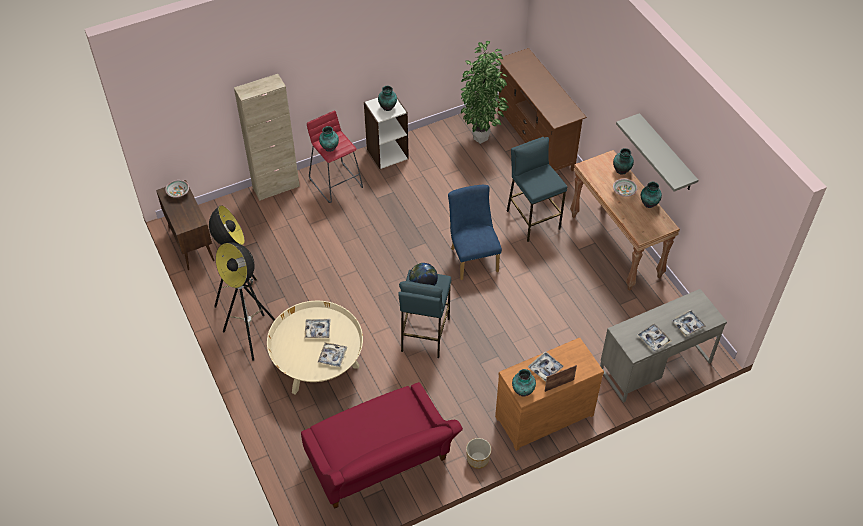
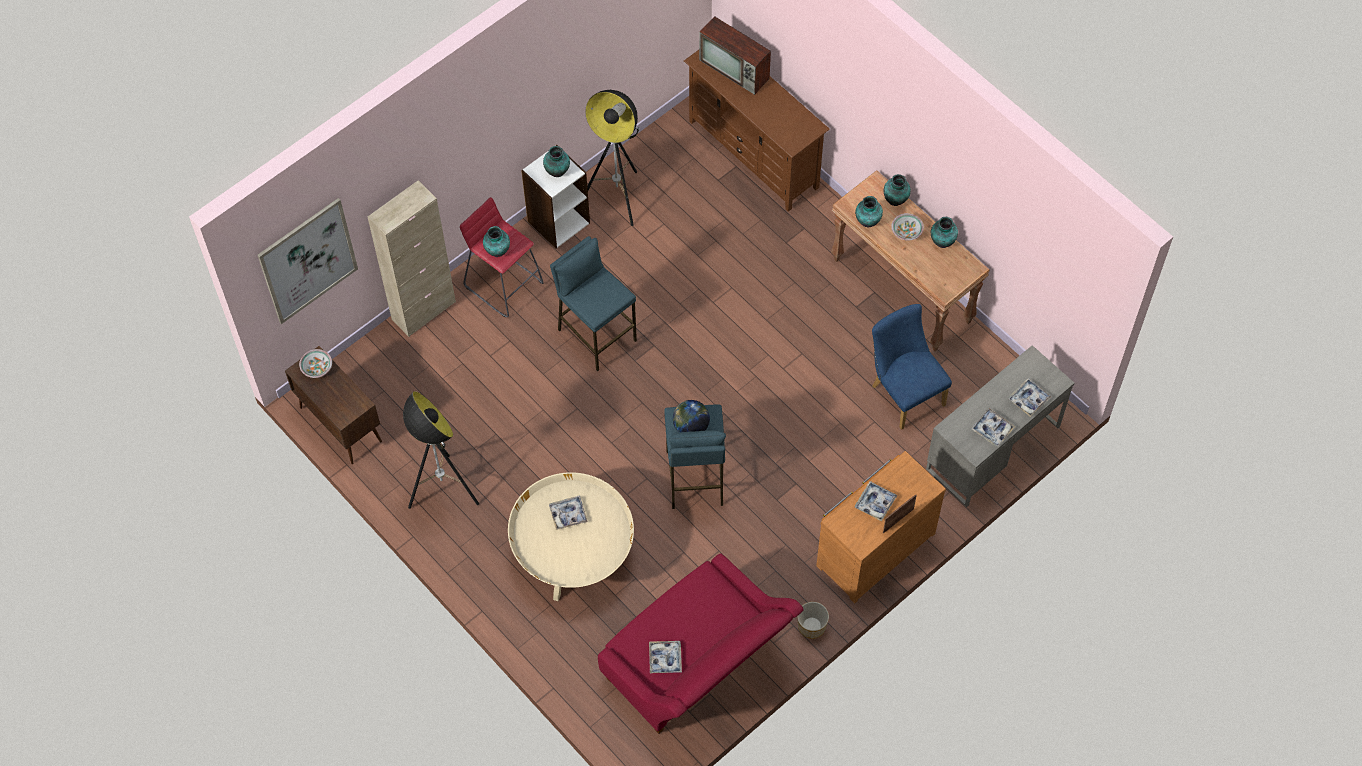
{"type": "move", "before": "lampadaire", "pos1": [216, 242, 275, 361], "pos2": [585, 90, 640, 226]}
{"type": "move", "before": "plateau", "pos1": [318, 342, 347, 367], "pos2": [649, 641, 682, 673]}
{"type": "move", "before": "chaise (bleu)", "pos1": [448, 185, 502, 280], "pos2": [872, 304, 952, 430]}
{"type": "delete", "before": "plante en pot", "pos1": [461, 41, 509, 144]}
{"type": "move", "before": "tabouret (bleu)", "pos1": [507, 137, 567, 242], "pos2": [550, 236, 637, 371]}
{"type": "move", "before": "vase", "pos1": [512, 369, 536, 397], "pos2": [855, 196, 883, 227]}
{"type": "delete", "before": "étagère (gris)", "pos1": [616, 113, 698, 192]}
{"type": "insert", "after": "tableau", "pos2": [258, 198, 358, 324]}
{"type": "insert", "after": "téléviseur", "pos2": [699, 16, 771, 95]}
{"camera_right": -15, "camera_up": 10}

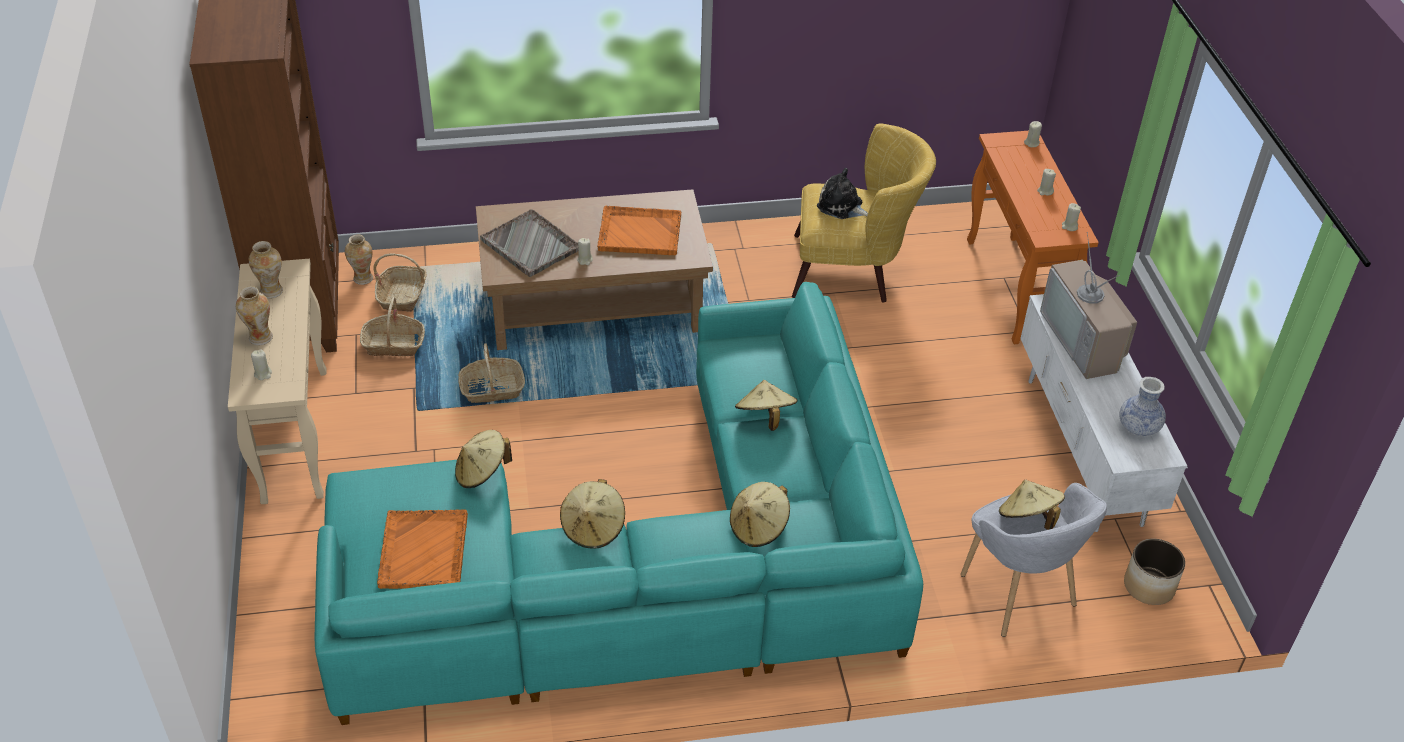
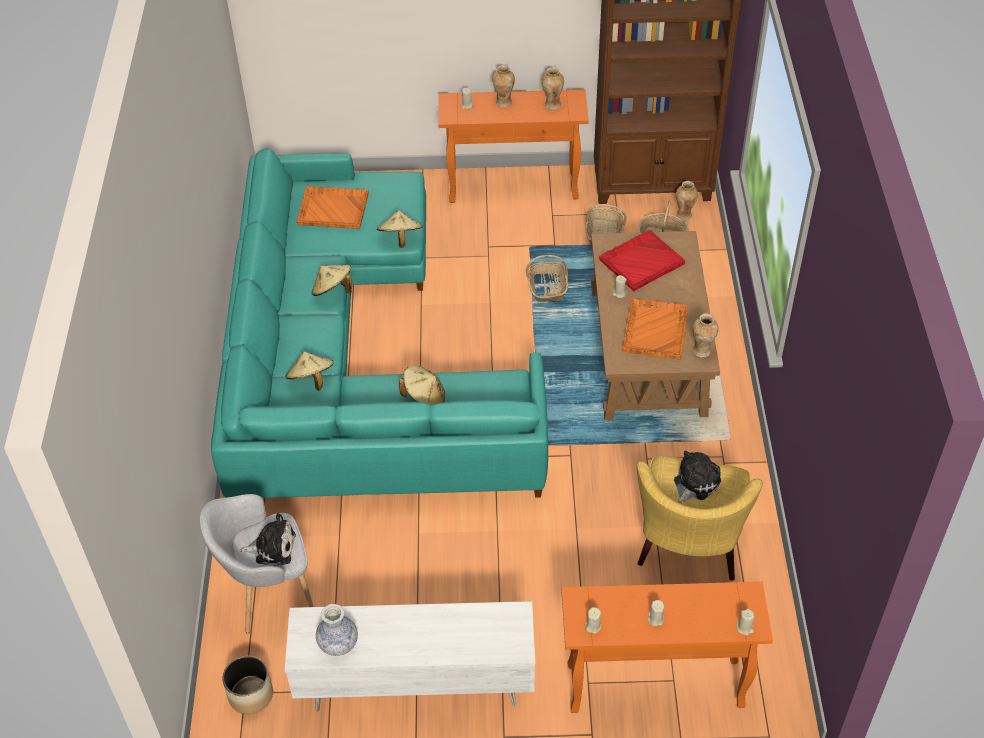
{"type": "recolor", "before": "table console (beige)", "after": "table console (orange)", "pos1": [228, 259, 327, 504], "pos2": [438, 89, 589, 203]}
{"type": "recolor", "before": "plateau (gris)", "after": "plateau (rouge)", "pos1": [480, 209, 578, 277], "pos2": [599, 230, 685, 291]}
{"type": "replace", "before": "chapeau (beige)", "after": "peluche", "pos1": [999, 480, 1065, 530], "pos2": [240, 513, 296, 566]}
{"type": "delete", "before": "téléviseur", "pos1": [1040, 232, 1137, 379]}
{"type": "insert", "after": "vase", "pos2": [692, 313, 719, 358]}
{"camera_right": 100, "camera_up": 5}

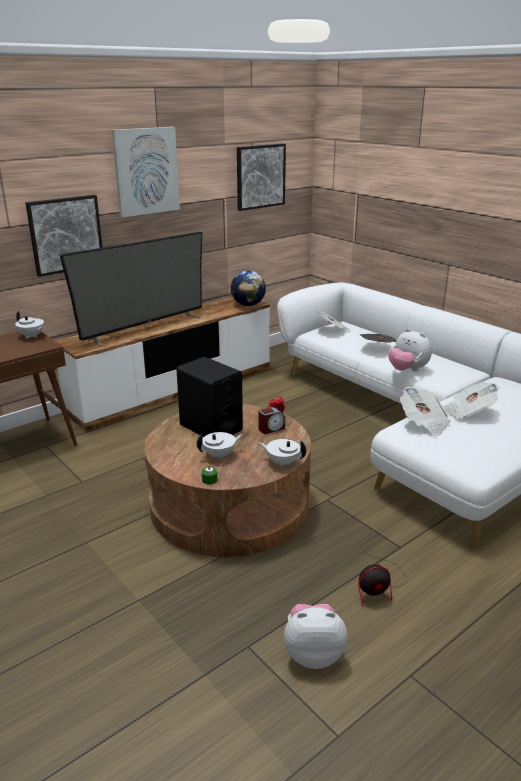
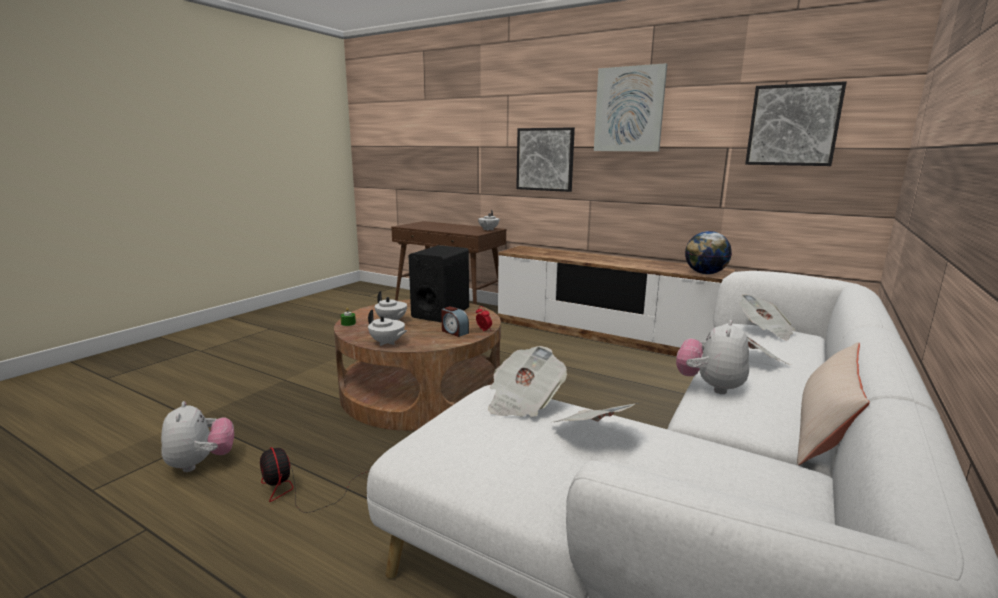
{"type": "delete", "before": "téléviseur", "pos1": [60, 232, 202, 347]}
{"type": "rotate", "before": "théière (blanc)", "pos1": [259, 439, 306, 467], "pos2": [368, 310, 408, 346], "turn": 120}
{"type": "insert", "after": "coussin (beige)", "pos2": [797, 342, 870, 465]}
{"camera_right": 70, "camera_up": -10}

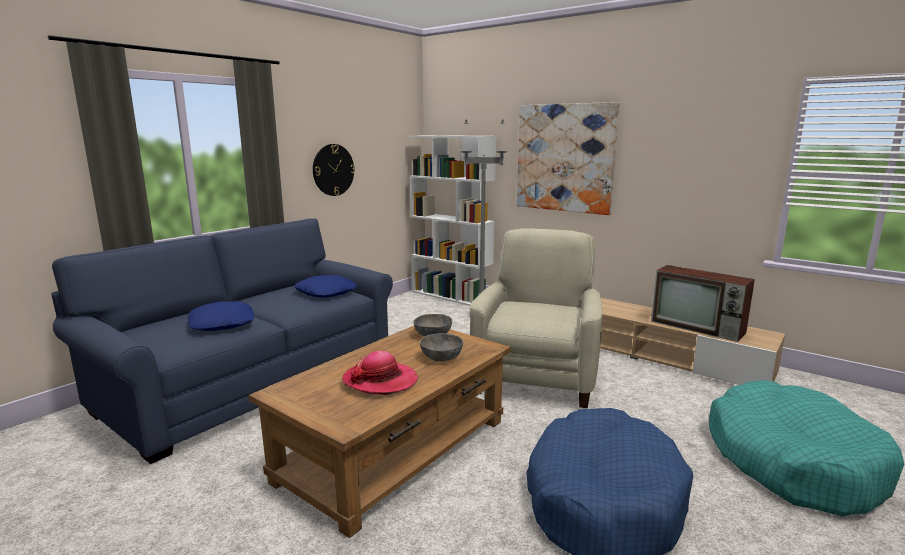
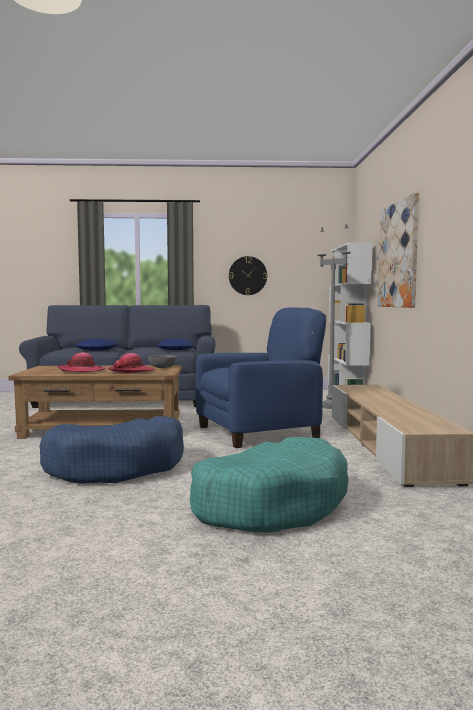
{"type": "replace", "before": "bol (gris)", "after": "chapeau", "pos1": [420, 333, 463, 361], "pos2": [108, 353, 155, 373]}
{"type": "recolor", "before": "fauteuil (beige)", "after": "fauteuil (bleu)", "pos1": [470, 228, 602, 408], "pos2": [196, 307, 326, 448]}
{"type": "delete", "before": "téléviseur", "pos1": [651, 265, 755, 342]}
{"camera_right": 50, "camera_up": -10}

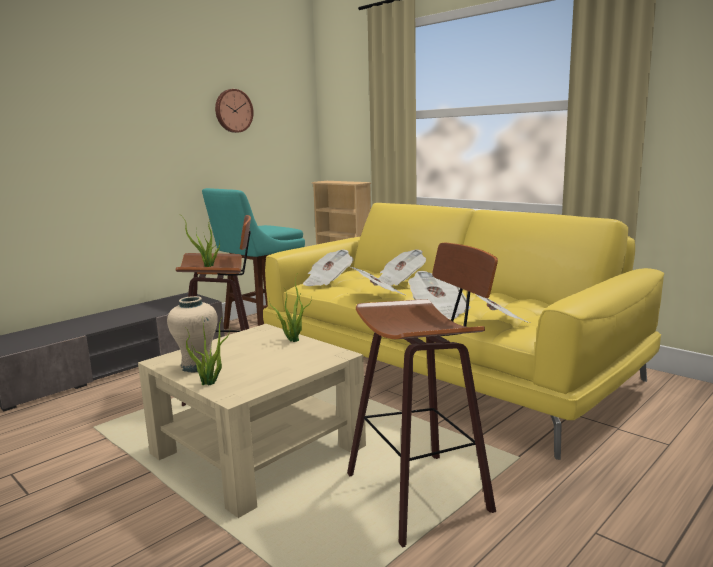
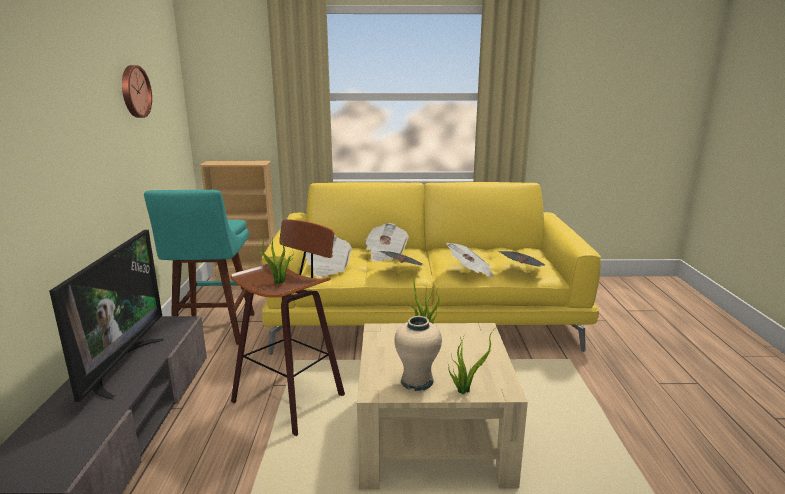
{"type": "delete", "before": "tabouret", "pos1": [347, 243, 498, 548]}
{"type": "insert", "after": "téléviseur", "pos2": [49, 230, 164, 402]}
{"camera_right": -45, "camera_up": 5}

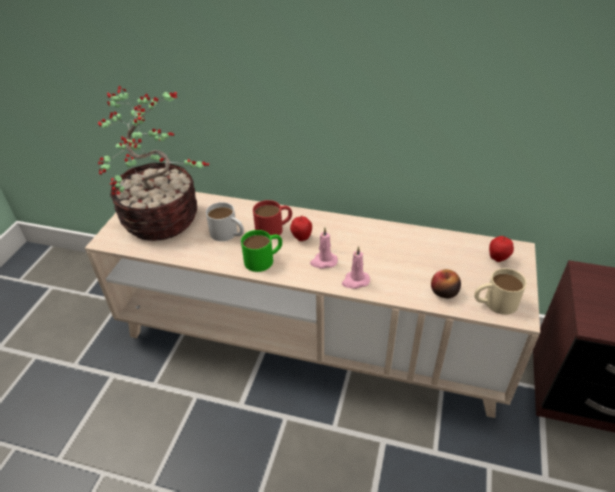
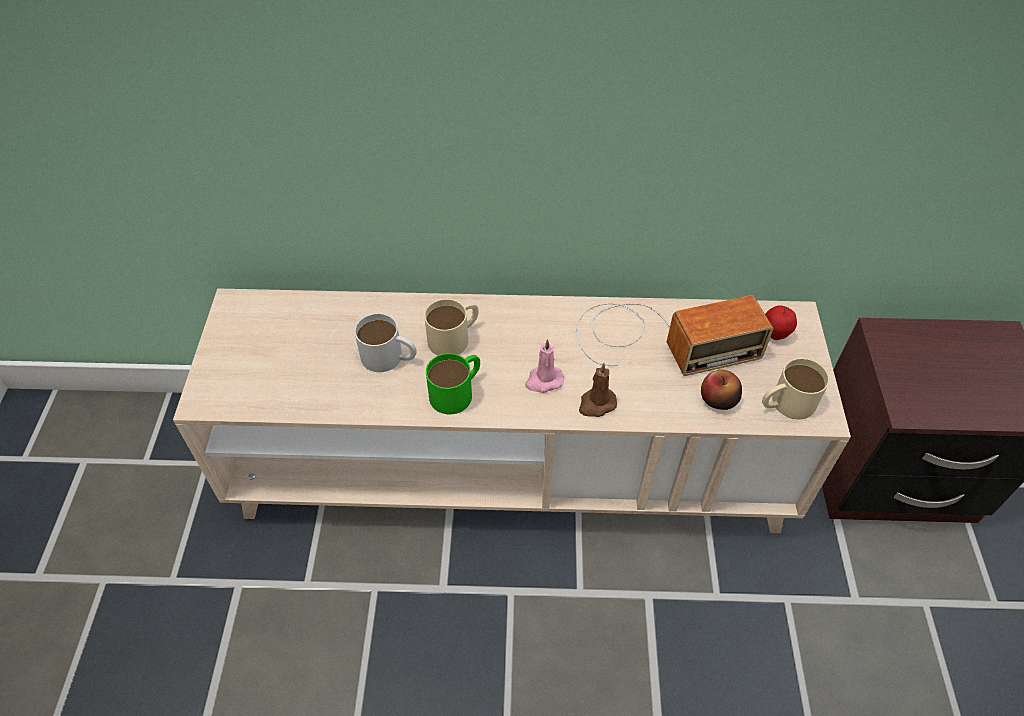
{"type": "delete", "before": "plante en pot", "pos1": [98, 86, 209, 241]}
{"type": "recolor", "before": "mug (rouge)", "after": "mug (beige)", "pos1": [253, 200, 292, 236], "pos2": [424, 299, 479, 355]}
{"type": "delete", "before": "pomme", "pos1": [290, 215, 312, 241]}
{"type": "recolor", "before": "bougie (rose)", "after": "bougie (marron)", "pos1": [342, 246, 370, 289], "pos2": [579, 363, 617, 417]}
{"type": "insert", "after": "radio", "pos2": [576, 295, 774, 376]}
{"camera_right": -15, "camera_up": 10}

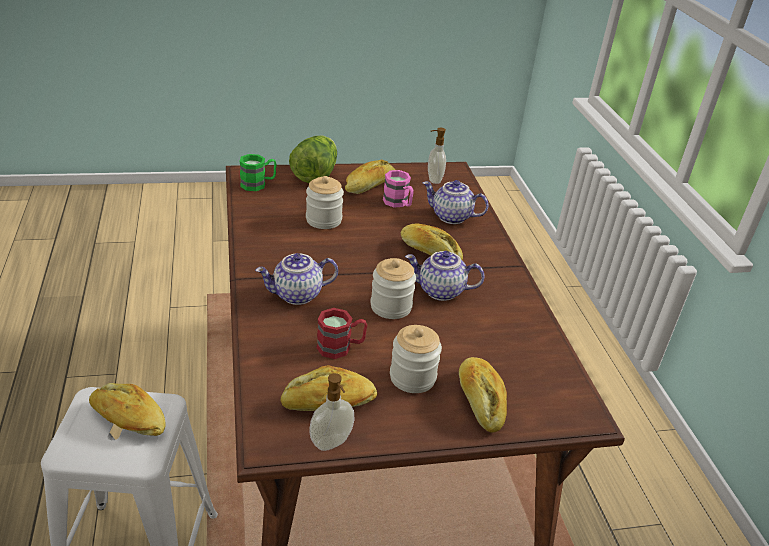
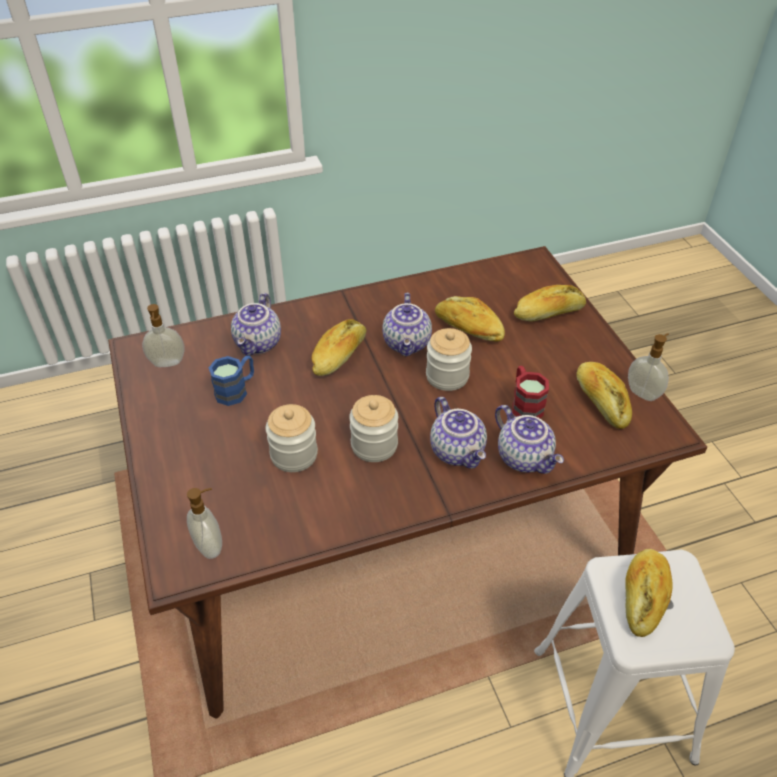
{"type": "replace", "before": "mug (vert)", "after": "distributeur de savon", "pos1": [239, 154, 277, 191], "pos2": [187, 488, 222, 559]}
{"type": "delete", "before": "laitue", "pos1": [289, 136, 337, 183]}
{"type": "move", "before": "pain", "pos1": [345, 159, 395, 194], "pos2": [435, 296, 505, 341]}
{"type": "recolor", "before": "mug (rose)", "after": "mug (bleu)", "pos1": [383, 170, 414, 207], "pos2": [209, 355, 254, 406]}
{"type": "move", "before": "bocal", "pos1": [390, 325, 442, 393], "pos2": [349, 395, 398, 462]}
{"type": "insert", "after": "théière", "pos2": [495, 405, 564, 474]}
{"camera_right": -95, "camera_up": 10}

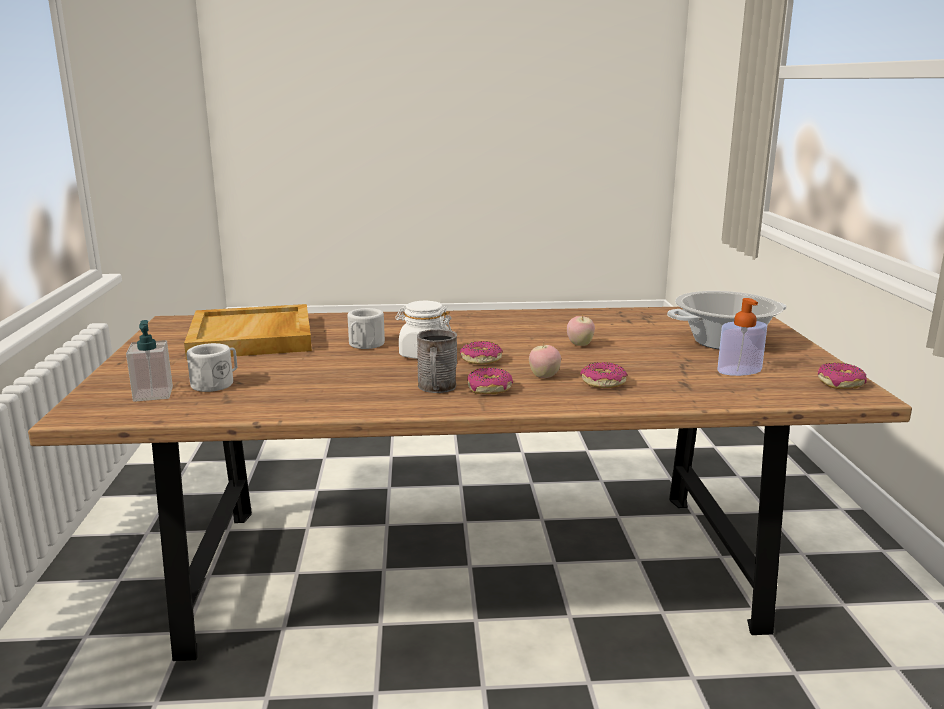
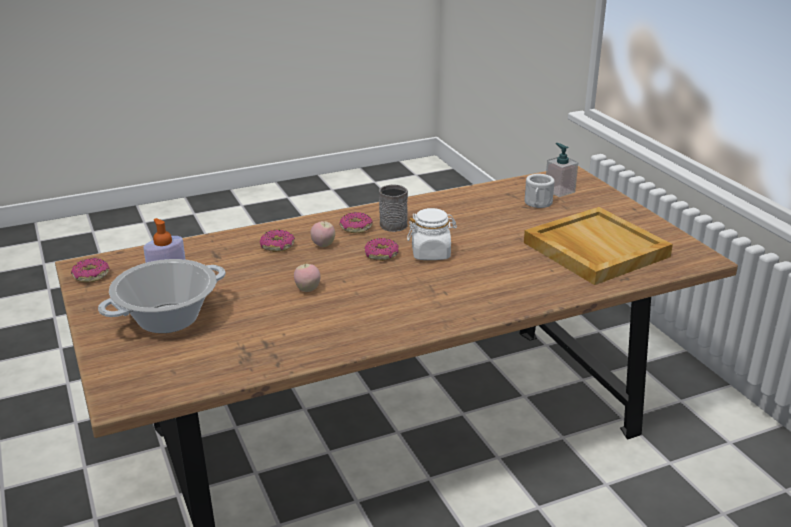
{"type": "delete", "before": "mug (blanc)", "pos1": [347, 308, 385, 349]}
{"camera_right": 160, "camera_up": 10}

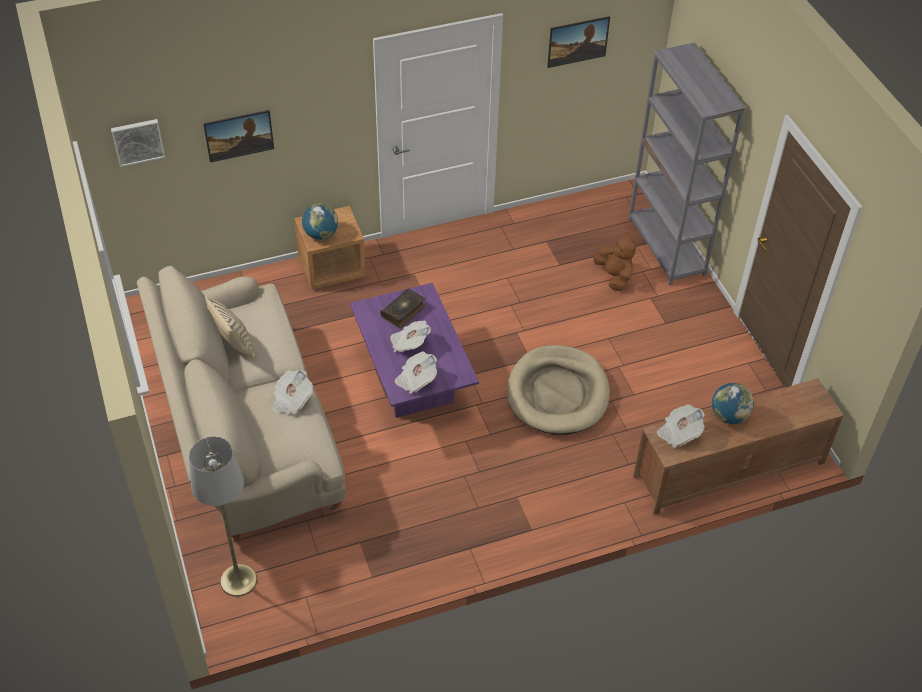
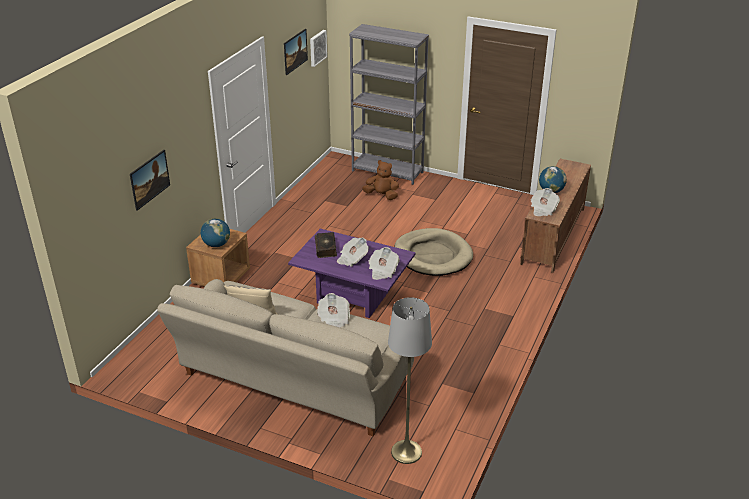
{"type": "move", "before": "tableau", "pos1": [111, 119, 165, 167], "pos2": [310, 30, 327, 67]}
{"camera_right": -45, "camera_up": -15}

